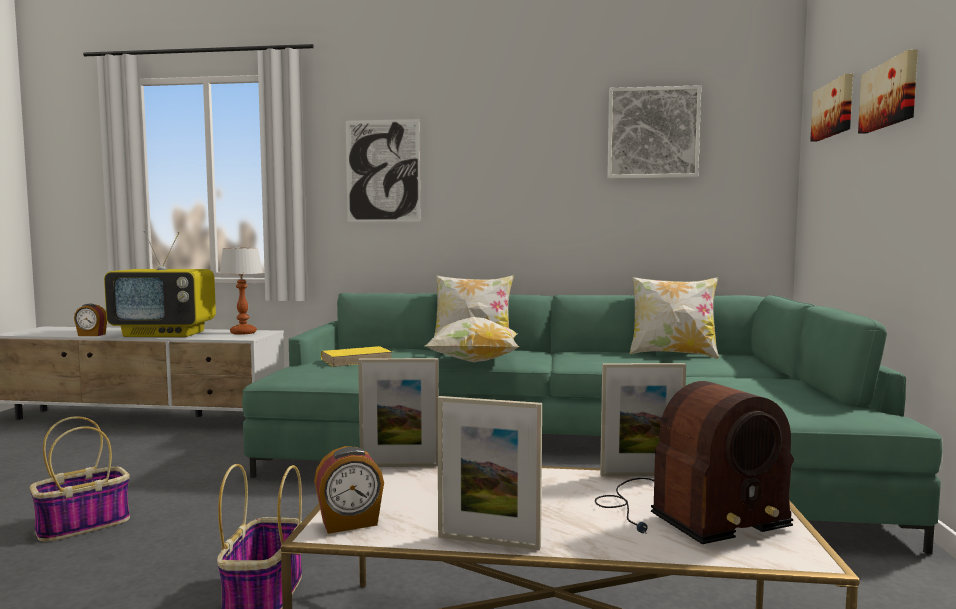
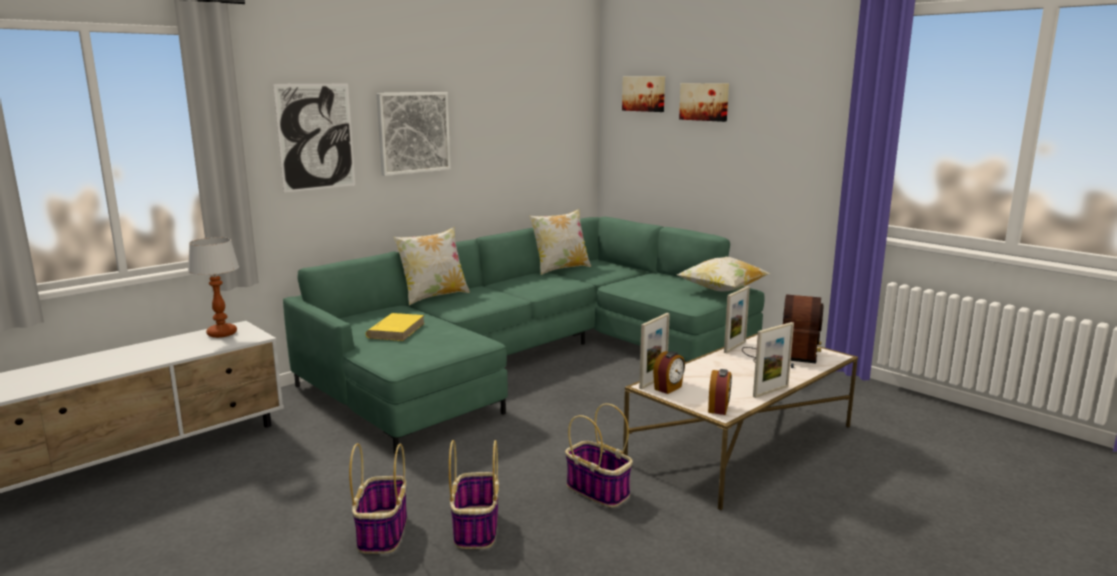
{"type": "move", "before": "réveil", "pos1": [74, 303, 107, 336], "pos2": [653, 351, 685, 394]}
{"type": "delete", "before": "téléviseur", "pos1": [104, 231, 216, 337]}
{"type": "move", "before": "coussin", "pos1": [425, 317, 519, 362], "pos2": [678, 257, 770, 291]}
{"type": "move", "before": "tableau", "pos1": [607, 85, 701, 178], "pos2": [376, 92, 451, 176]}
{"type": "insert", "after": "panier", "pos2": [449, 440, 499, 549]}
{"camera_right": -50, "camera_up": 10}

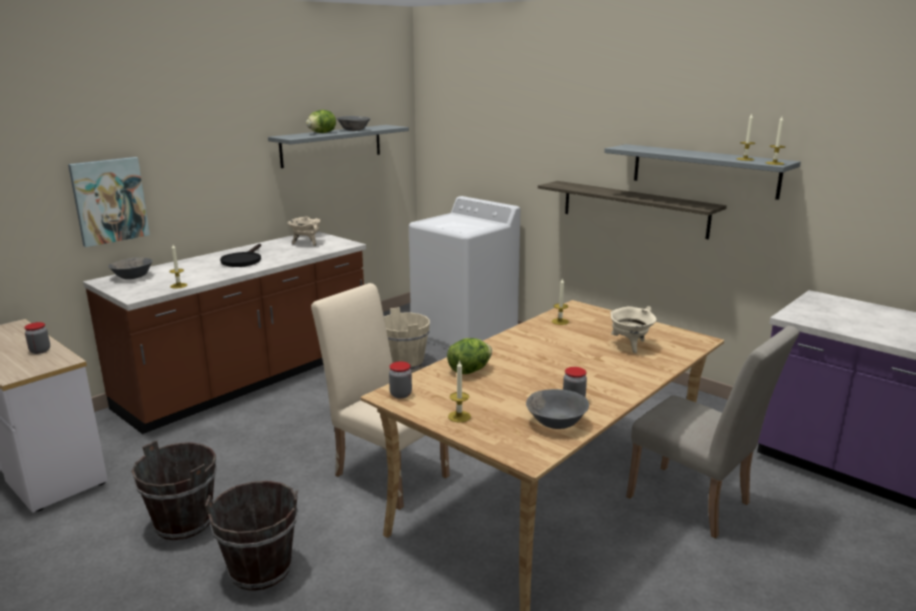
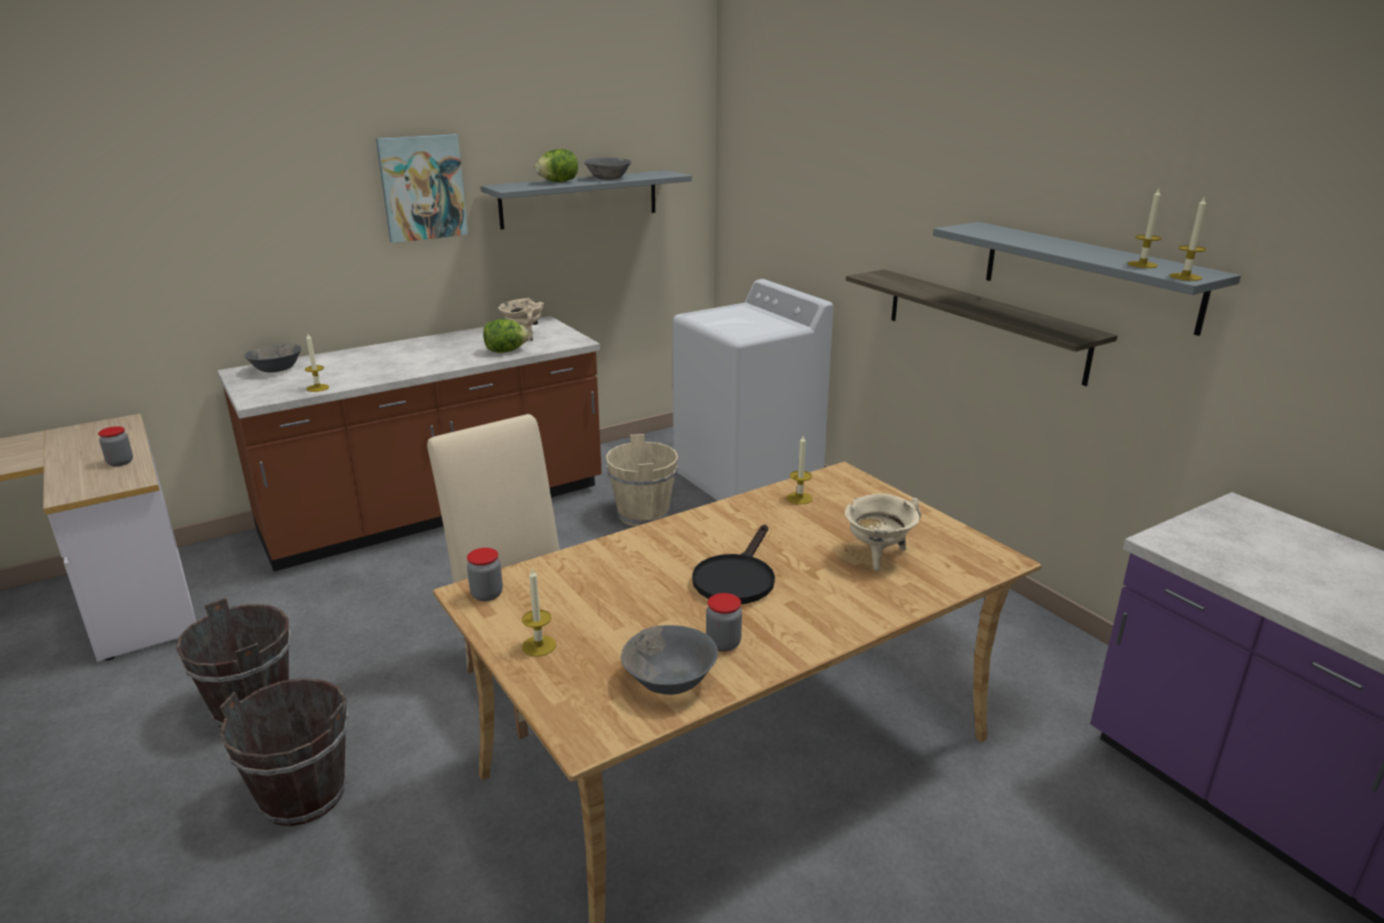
{"type": "move", "before": "tableau", "pos1": [68, 157, 150, 247], "pos2": [376, 134, 468, 243]}
{"type": "move", "before": "poêle (noir)", "pos1": [220, 244, 261, 267], "pos2": [692, 524, 775, 604]}
{"type": "move", "before": "laitue", "pos1": [447, 338, 492, 374], "pos2": [483, 319, 529, 353]}
{"type": "delete", "before": "chaise (beige)", "pos1": [626, 326, 800, 538]}
{"camera_right": 15, "camera_up": 5}

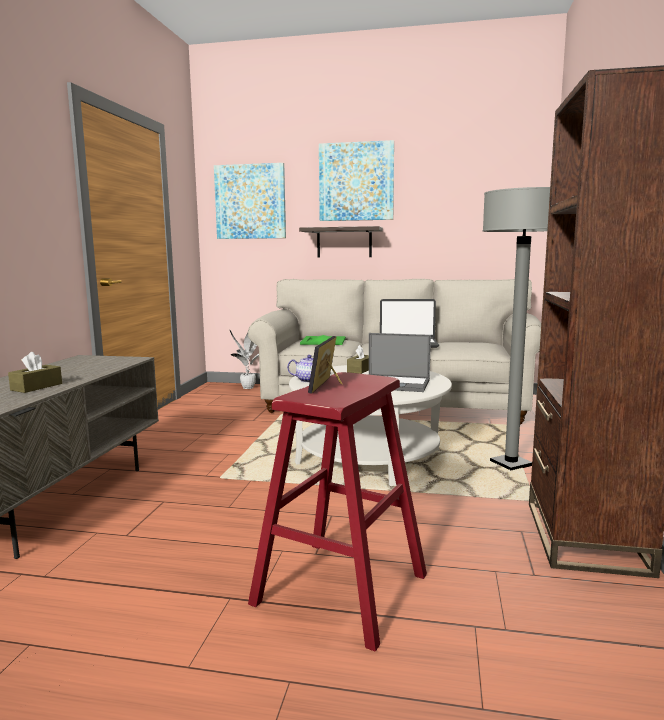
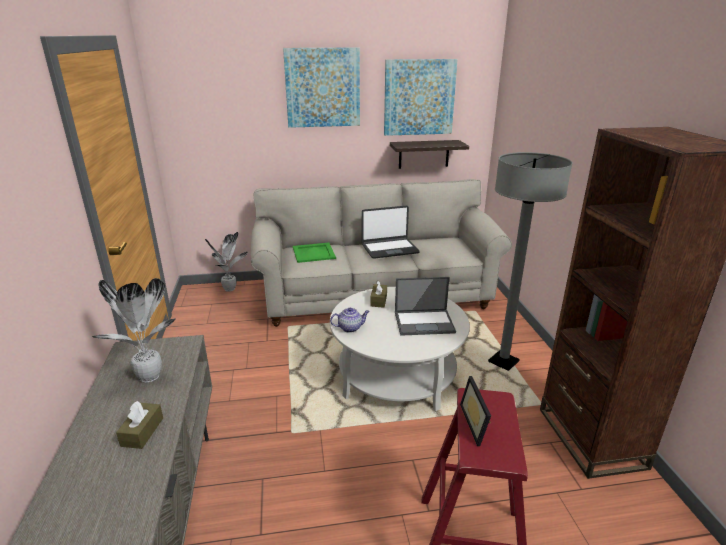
{"type": "move", "before": "tableau", "pos1": [214, 163, 286, 239], "pos2": [384, 59, 458, 136]}
{"type": "move", "before": "étagère", "pos1": [299, 226, 383, 258], "pos2": [390, 140, 469, 169]}
{"type": "insert", "after": "plante en pot", "pos2": [92, 278, 176, 383]}
{"camera_right": -20, "camera_up": 15}

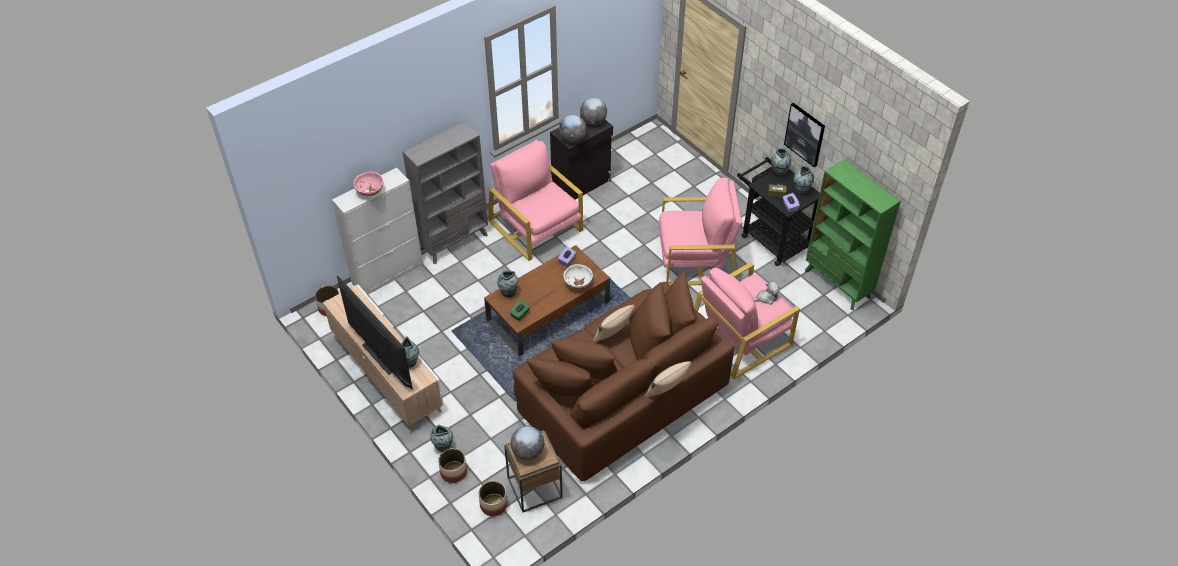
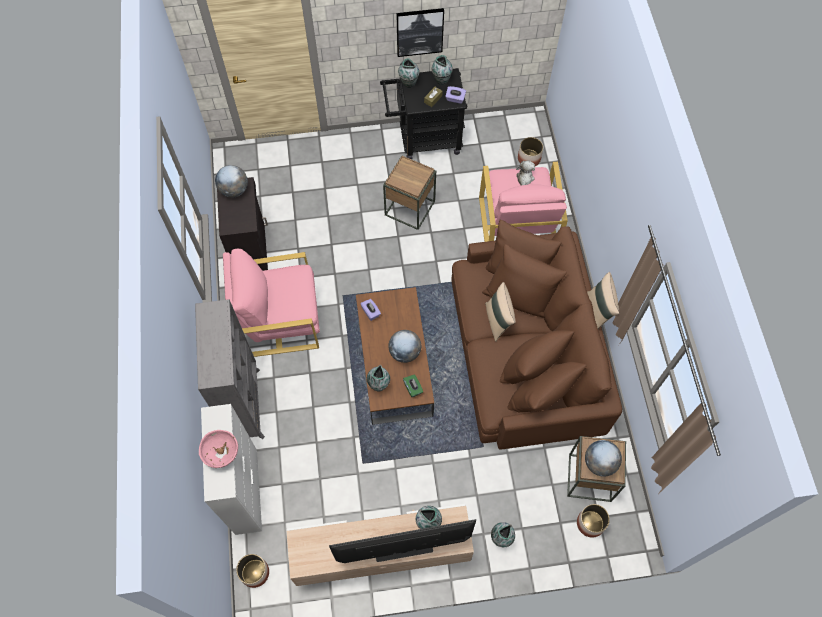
{"type": "move", "before": "cache-pot", "pos1": [438, 448, 467, 483], "pos2": [518, 137, 543, 166]}
{"type": "move", "before": "globe", "pos1": [559, 115, 587, 143], "pos2": [388, 330, 421, 363]}
{"type": "delete", "before": "bol (blanc)", "pos1": [564, 264, 593, 289]}
{"type": "replace", "before": "fauteuil (rose)", "after": "table d'appoint (marron)", "pos1": [658, 178, 742, 286], "pos2": [383, 156, 436, 230]}
{"type": "delete", "before": "bibliothèque (vert)", "pos1": [805, 159, 901, 310]}
{"camera_right": -60, "camera_up": 15}

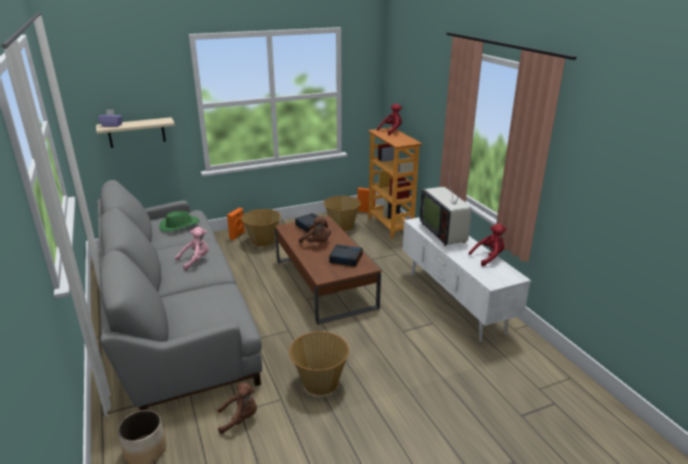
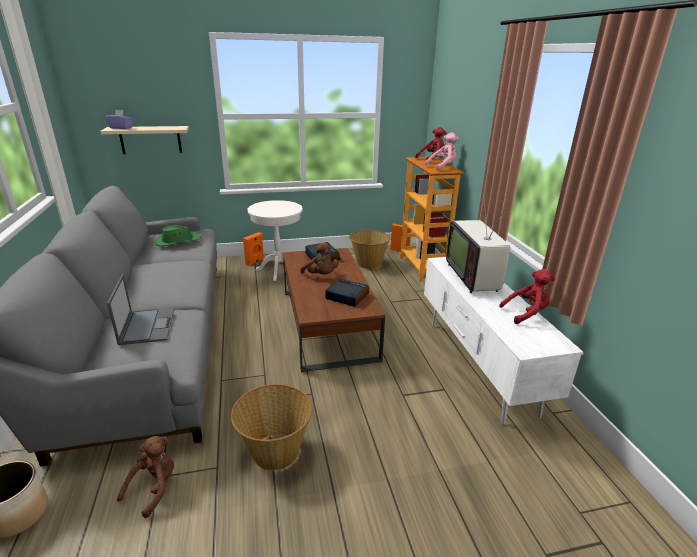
{"type": "move", "before": "peluche (rose)", "pos1": [175, 227, 209, 270], "pos2": [425, 132, 459, 171]}
{"type": "rotate", "before": "peluche (marron)", "pos1": [217, 383, 257, 434], "pos2": [117, 436, 174, 518], "turn": -60}
{"type": "replace", "before": "panier", "after": "table d'appoint (blanc)", "pos1": [241, 209, 281, 247], "pos2": [247, 200, 303, 281]}
{"type": "insert", "after": "ordinateur portable", "pos2": [107, 275, 174, 345]}
{"camera_right": 10, "camera_up": 0}

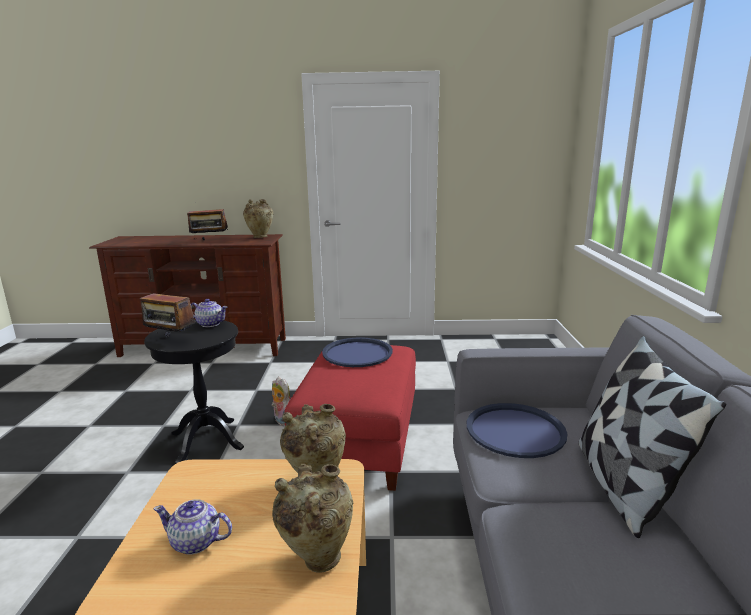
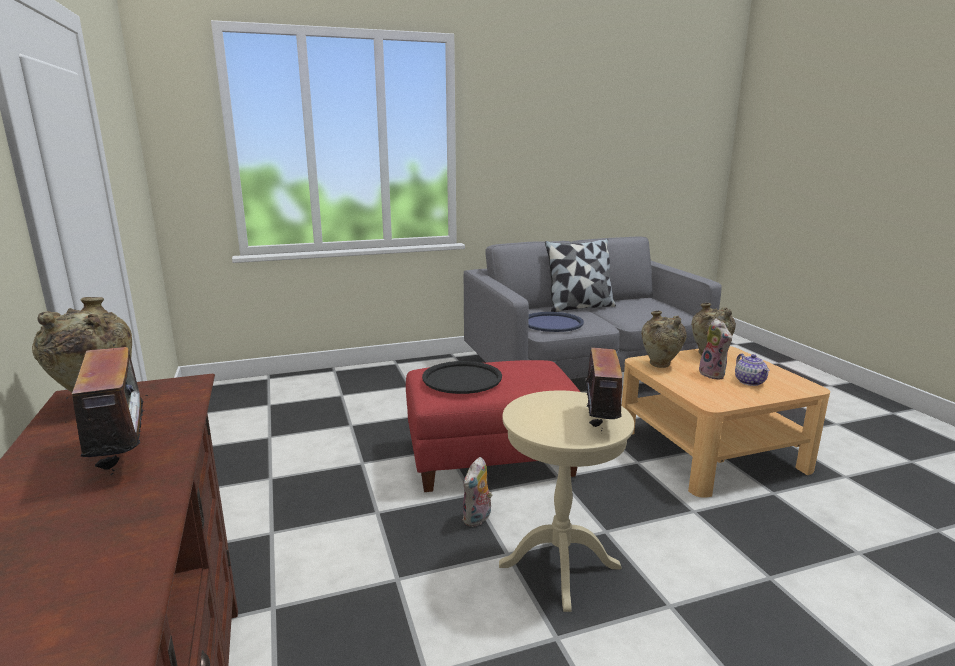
{"type": "recolor", "before": "table d'appoint (noir)", "after": "table d'appoint (beige)", "pos1": [144, 320, 244, 464], "pos2": [499, 390, 634, 612]}
{"type": "delete", "before": "théière", "pos1": [191, 299, 228, 327]}
{"type": "recolor", "before": "plateau (bleu)", "after": "plateau (noir)", "pos1": [322, 337, 393, 367], "pos2": [422, 361, 502, 394]}
{"type": "insert", "after": "peluche", "pos2": [699, 319, 732, 380]}
{"camera_right": -110, "camera_up": 0}

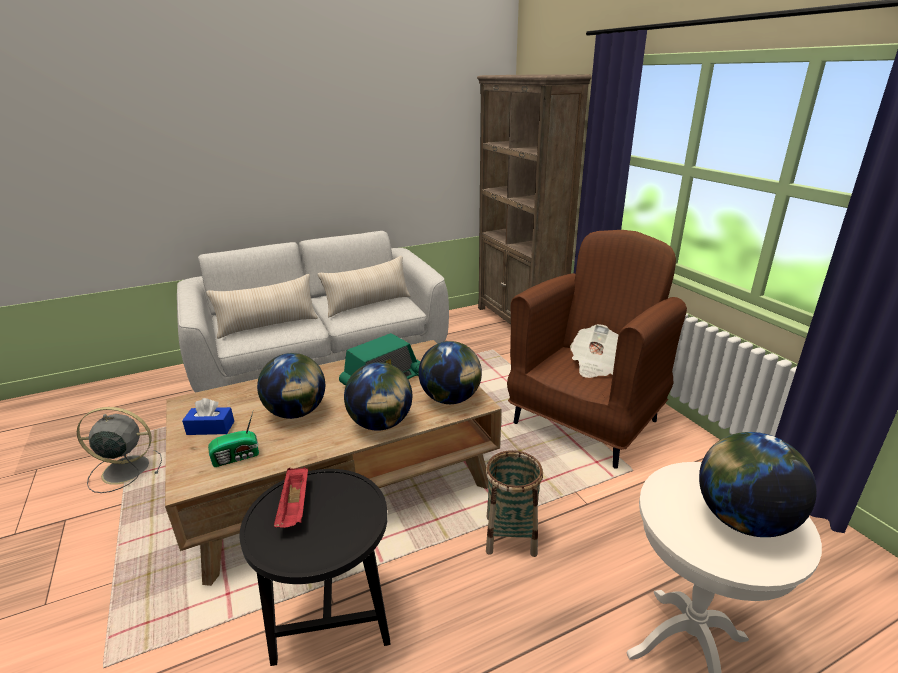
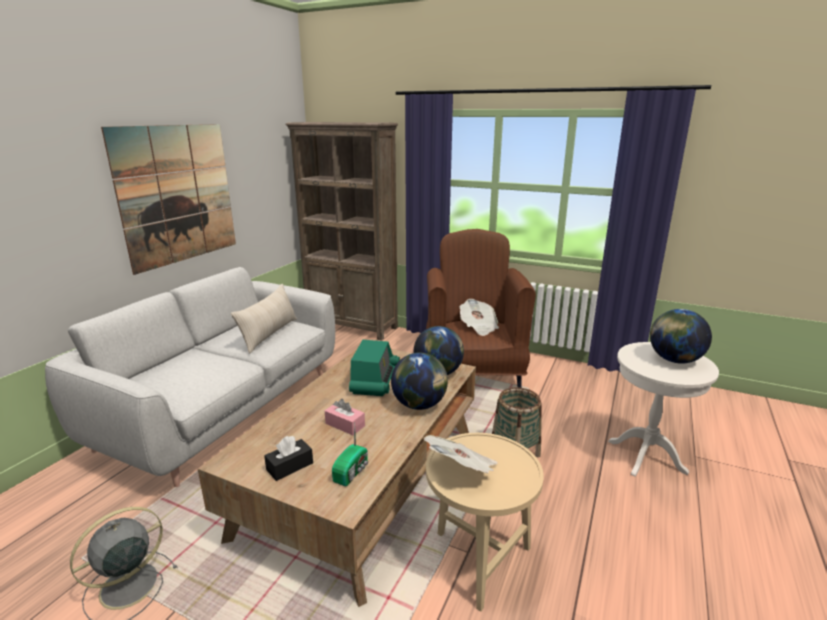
{"type": "recolor", "before": "boîte à mouchoirs (bleu)", "after": "boîte à mouchoirs (noir)", "pos1": [182, 398, 234, 435], "pos2": [264, 436, 313, 481]}
{"type": "delete", "before": "coussin (beige)", "pos1": [206, 274, 318, 339]}
{"type": "recolor", "before": "table d'appoint (noir)", "after": "table d'appoint (beige)", "pos1": [239, 469, 390, 666], "pos2": [426, 433, 544, 612]}
{"type": "replace", "before": "globe", "after": "boîte à mouchoirs (rose)", "pos1": [257, 353, 325, 419], "pos2": [325, 399, 365, 435]}
{"type": "replace", "before": "plateau (rouge)", "after": "journal", "pos1": [274, 467, 308, 528], "pos2": [424, 435, 498, 474]}
{"type": "insert", "after": "tableau", "pos2": [101, 124, 236, 275]}
{"camera_right": -40, "camera_up": -5}

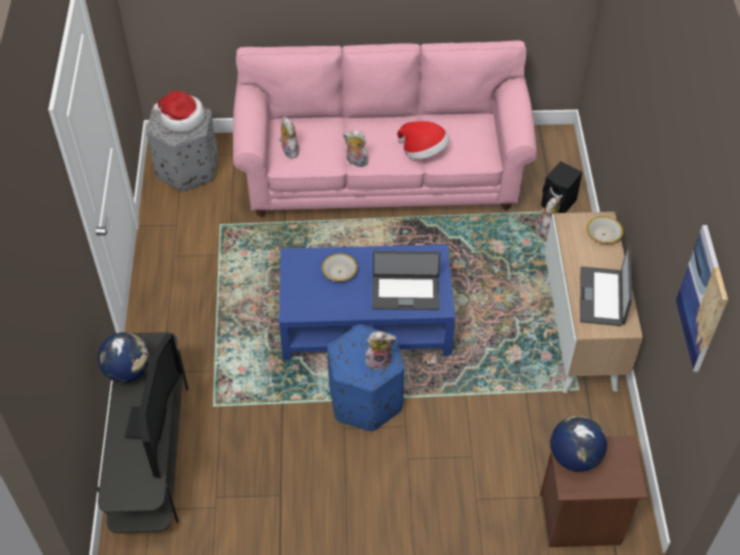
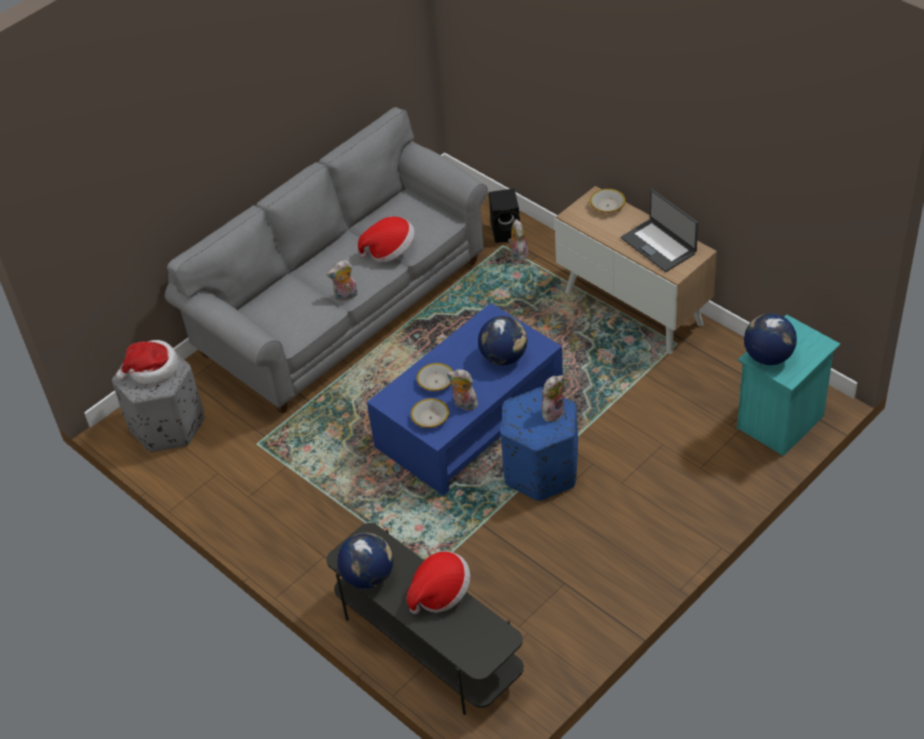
{"type": "replace", "before": "téléviseur", "after": "chapeau", "pos1": [125, 334, 182, 478], "pos2": [407, 551, 470, 614]}
{"type": "recolor", "before": "canapé (rose)", "after": "canapé (gris)", "pos1": [233, 40, 537, 217], "pos2": [165, 107, 488, 413]}
{"type": "move", "before": "peluche", "pos1": [279, 117, 299, 158], "pos2": [447, 369, 478, 412]}
{"type": "replace", "before": "ordinateur portable", "after": "globe", "pos1": [372, 251, 440, 310], "pos2": [478, 316, 527, 365]}
{"type": "recolor", "before": "table de chevet (marron)", "after": "table de chevet (turquoise)", "pos1": [540, 436, 648, 547], "pos2": [737, 315, 840, 456]}
{"type": "delete", "before": "tableau", "pos1": [676, 225, 728, 372]}
{"type": "insert", "after": "bol", "pos2": [411, 398, 449, 428]}
{"camera_right": -40, "camera_up": -5}

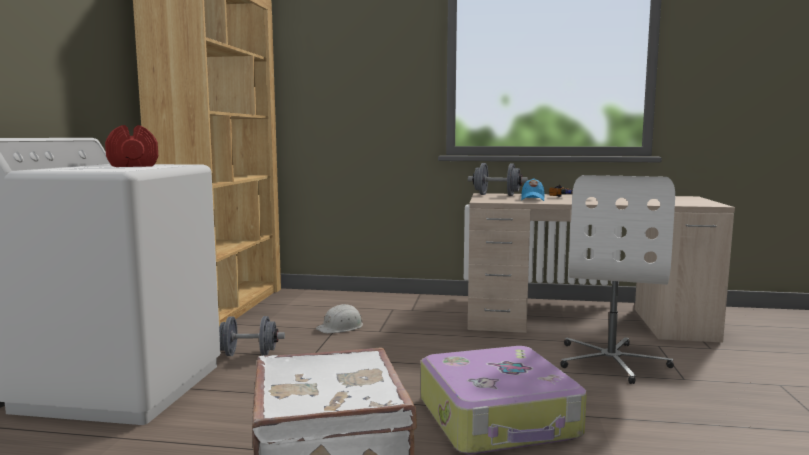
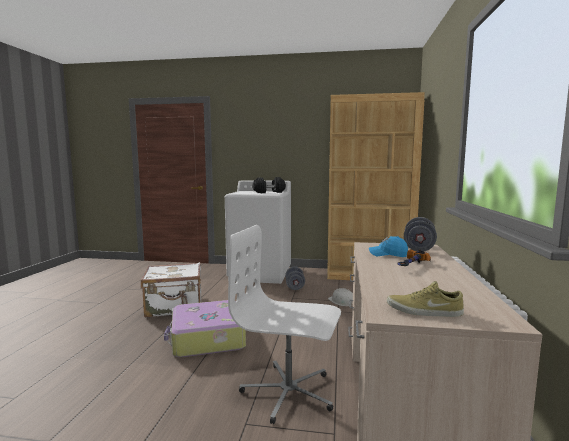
{"type": "recolor", "before": "haltère (rouge)", "after": "haltère (noir)", "pos1": [105, 125, 158, 167], "pos2": [252, 177, 286, 193]}
{"type": "insert", "after": "chaussure (beige)", "pos2": [387, 281, 464, 317]}
{"camera_right": 90, "camera_up": 0}

